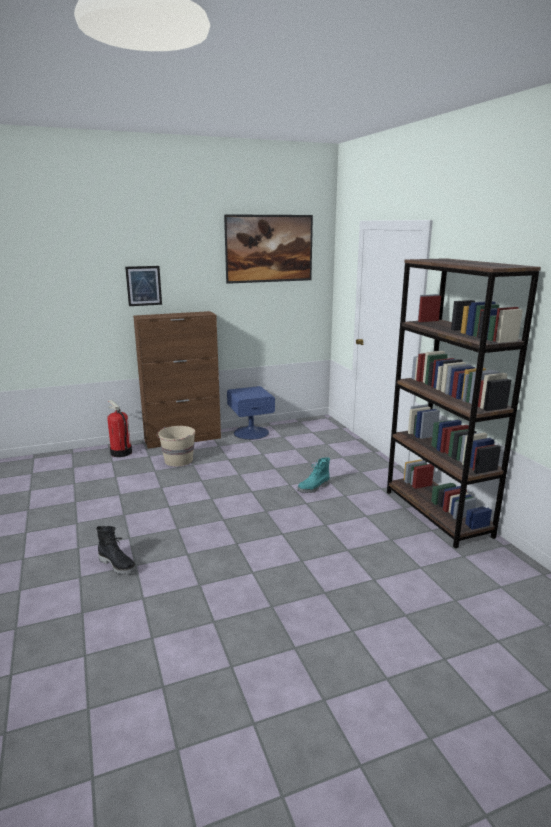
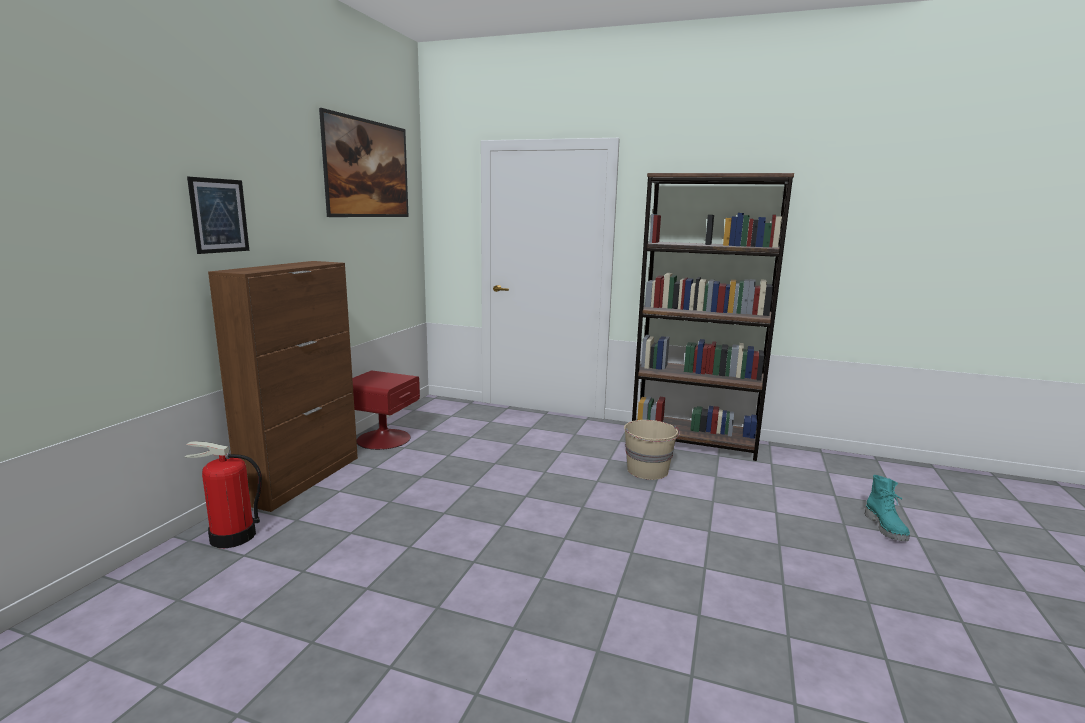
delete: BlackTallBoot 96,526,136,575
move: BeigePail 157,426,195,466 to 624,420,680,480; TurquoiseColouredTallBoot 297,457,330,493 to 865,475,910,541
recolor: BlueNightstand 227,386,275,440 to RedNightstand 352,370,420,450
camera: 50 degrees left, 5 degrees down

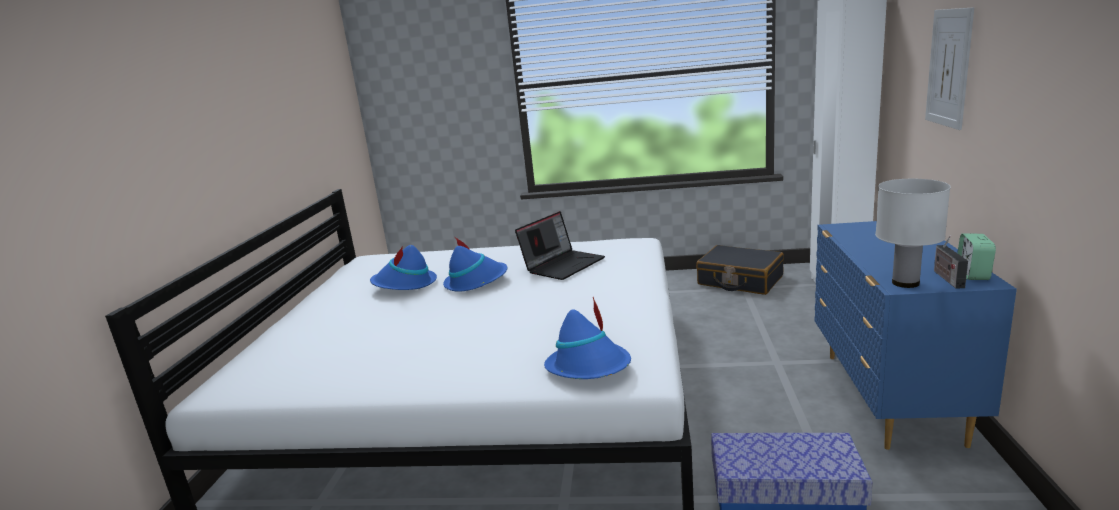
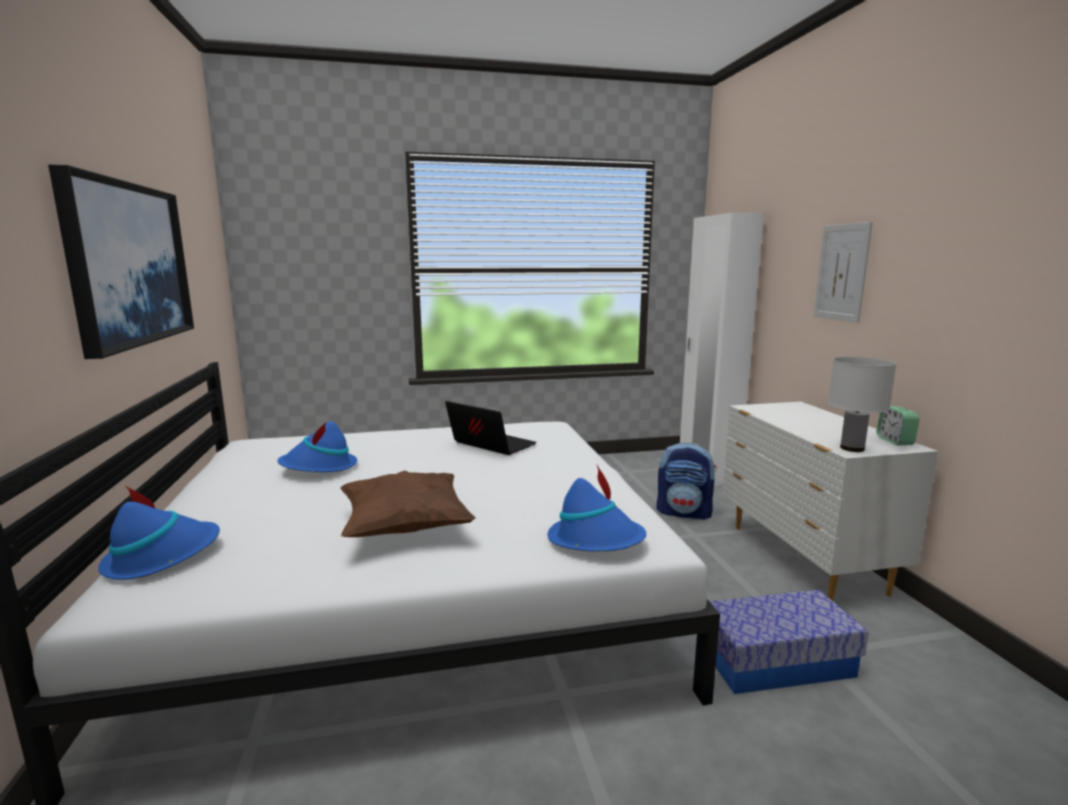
delete: BlackTravelCase 696,245,784,295; RadioSet 934,236,968,289
insert: Picture 48,165,194,359; BrownPillow 340,471,476,537; Backpack 656,443,717,520
move: BlueHat 443,237,508,292 to 98,486,220,580
recolor: BlueDresser 814,221,1017,450 to WhitishDresser 722,402,938,601
rotate: NotebookComputer 515,211,605,280 = 445,401,536,455 75 degrees counterclockwise
camera: 20 degrees left, 5 degrees down

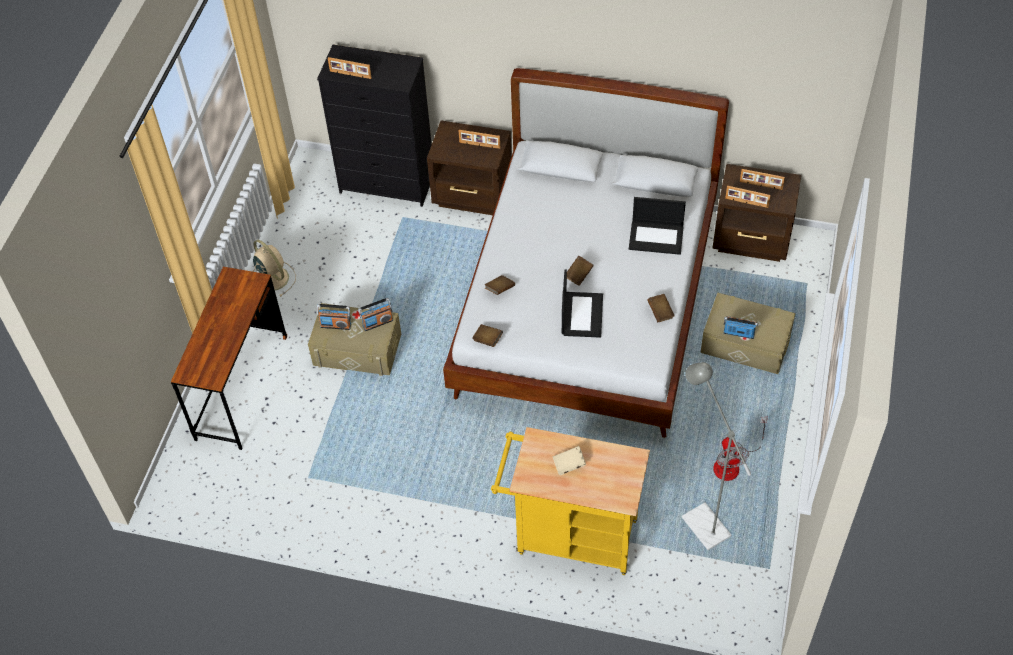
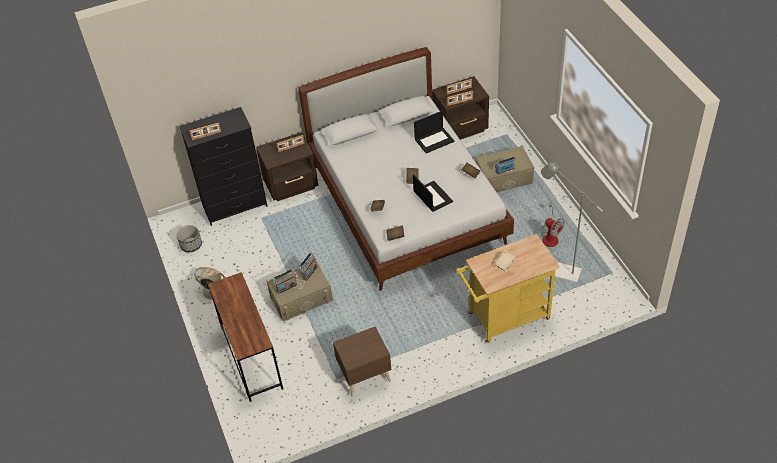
insert: FlowerPot 177,225,202,252; BrownNightstand 333,326,392,397
camera: 35 degrees left, 5 degrees down

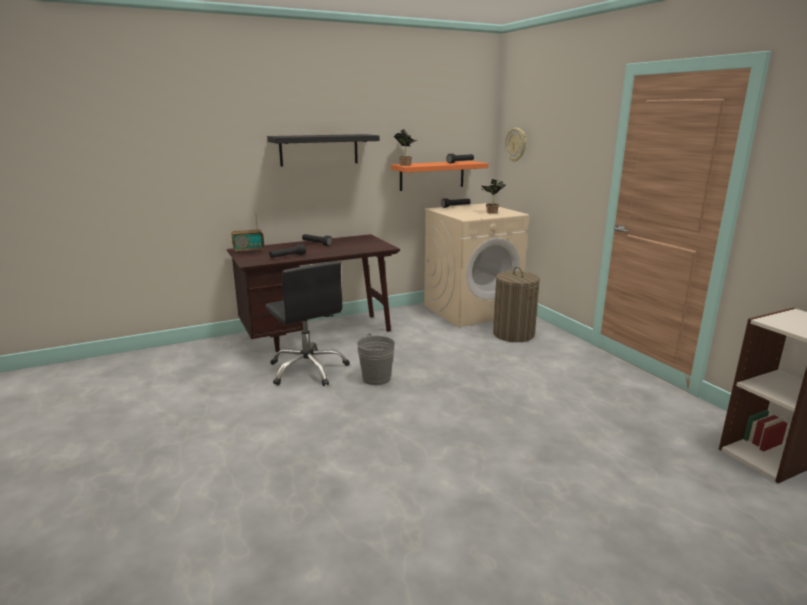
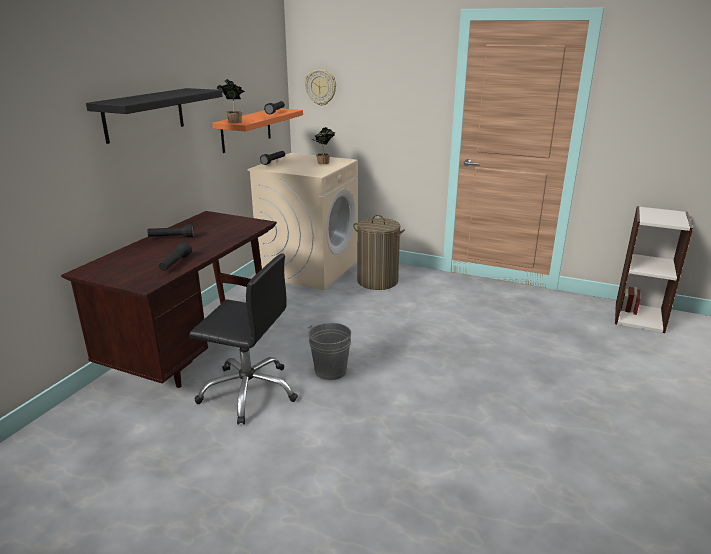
delete: RadioSet 232,213,264,255
camera: 40 degrees left, 5 degrees up

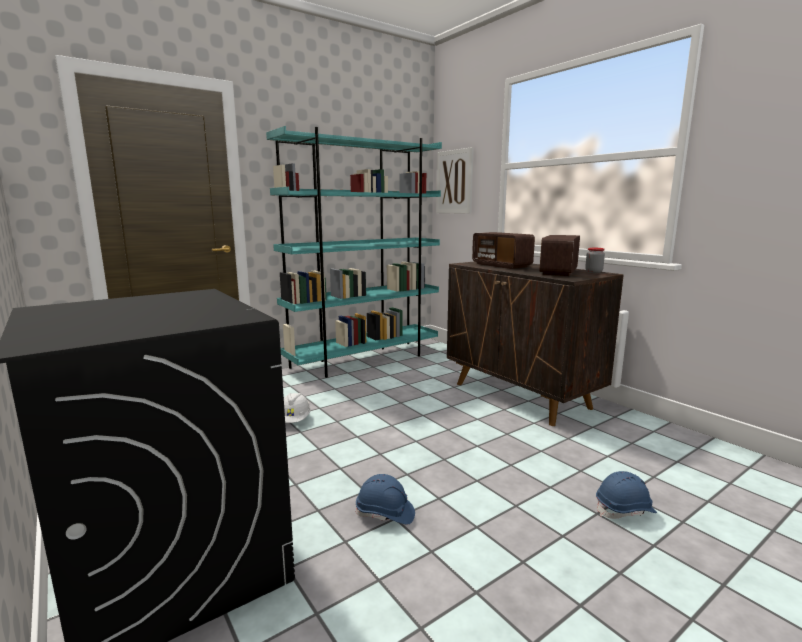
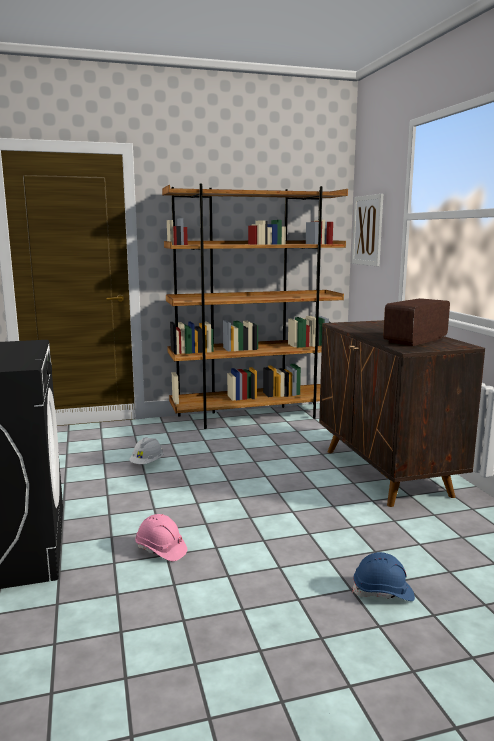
delete: RadioSet 472,232,535,269; PreserveJar 585,248,605,273
recolor: BlueWorkHelmet 356,474,415,525 to PinkWorkHelmet 135,514,187,561; TurquoiseColouredShelvingUnit 266,126,442,378 to BrownShelvingUnit 162,184,348,429
camera: 20 degrees right, 0 degrees up

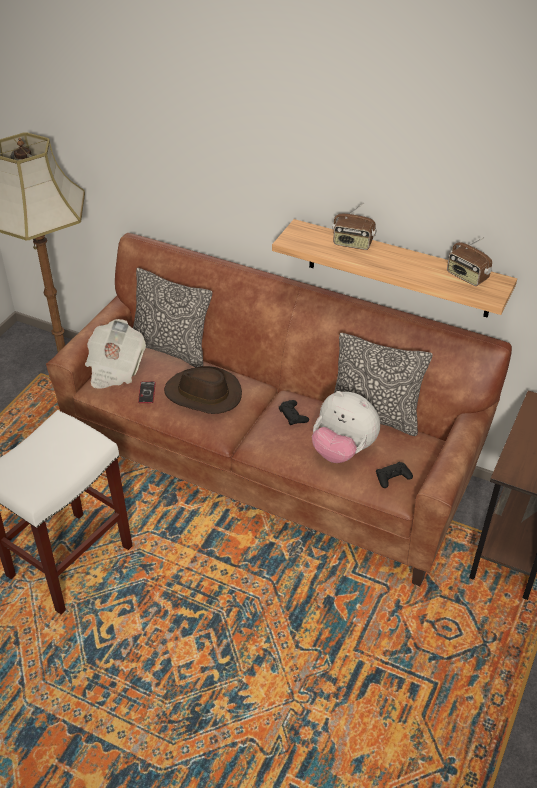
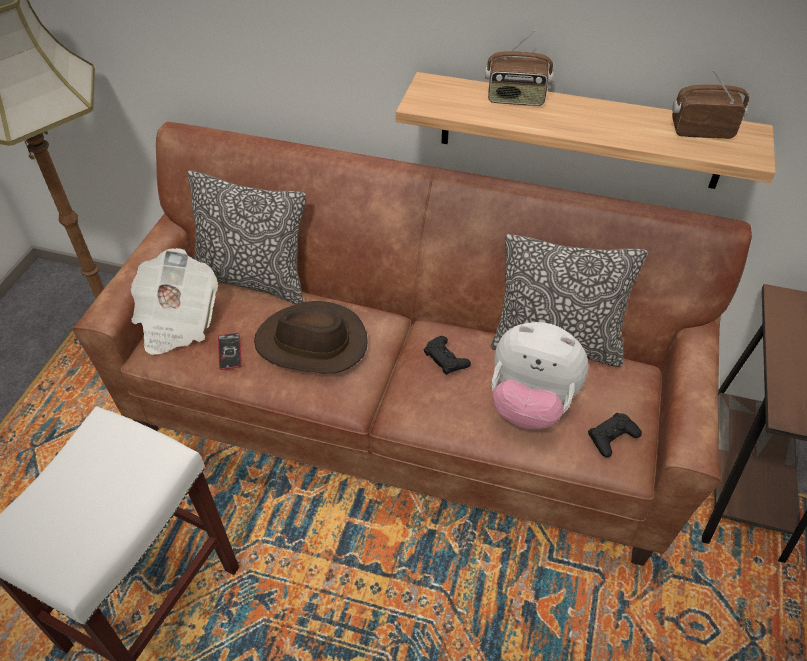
rotate: RadioSet 447,237,492,286 = 672,70,749,139 150 degrees clockwise
camera: 10 degrees left, 5 degrees up

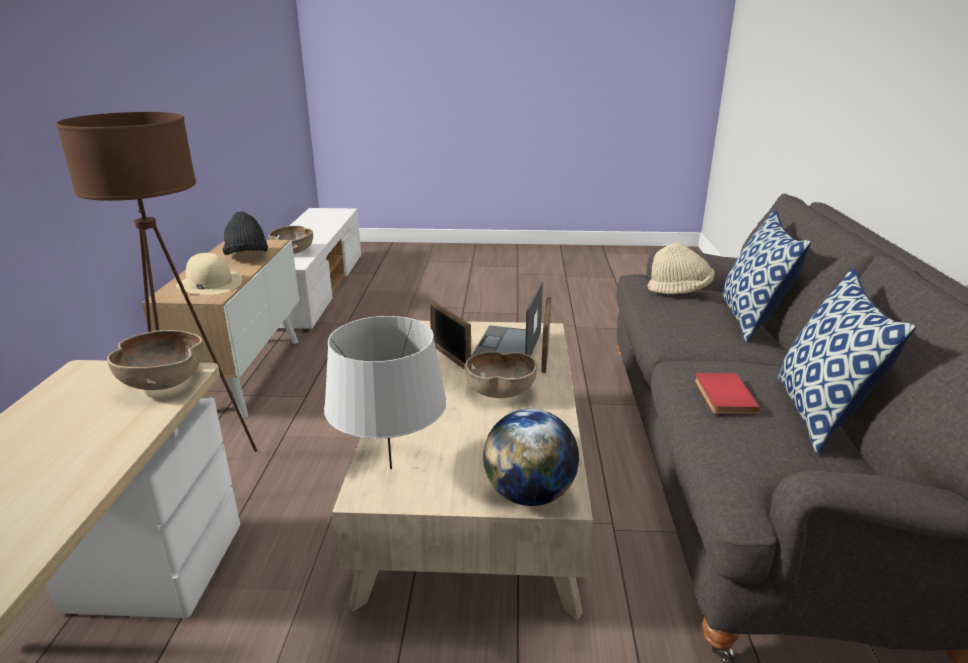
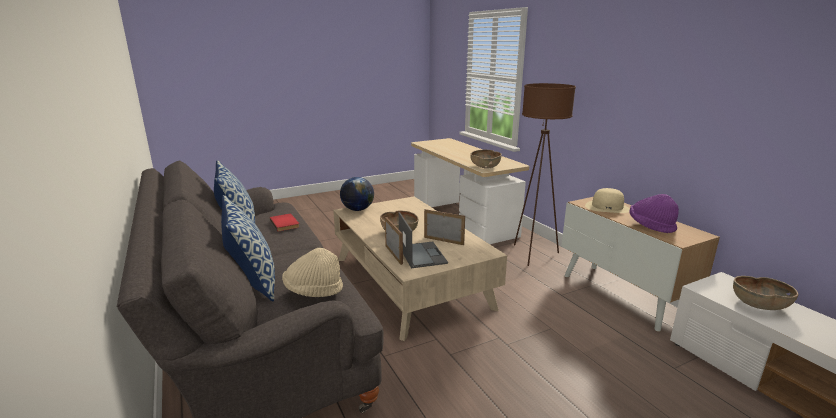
delete: GrayTabletopLamp 324,316,447,469
recolor: BlackHat 223,211,268,255 to PurpleHat 629,194,679,233
camera: 150 degrees right, 5 degrees down

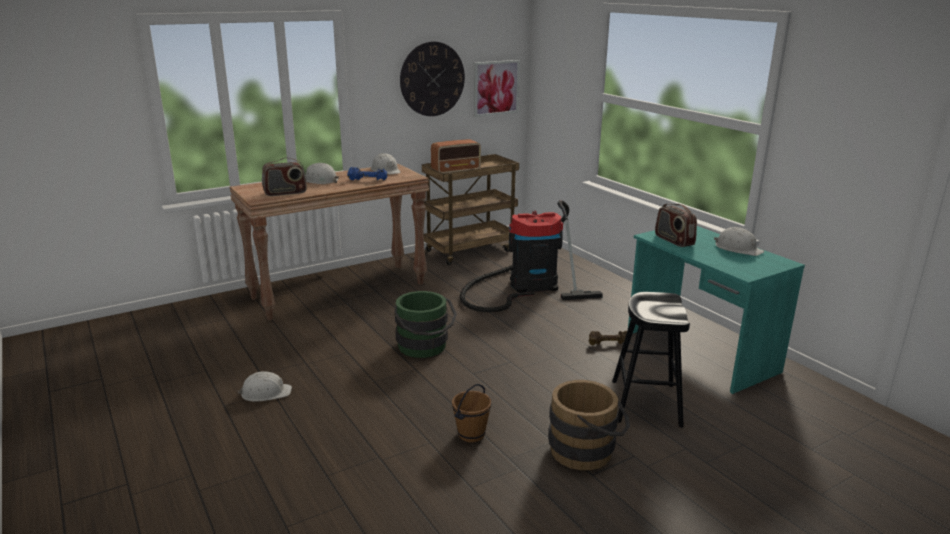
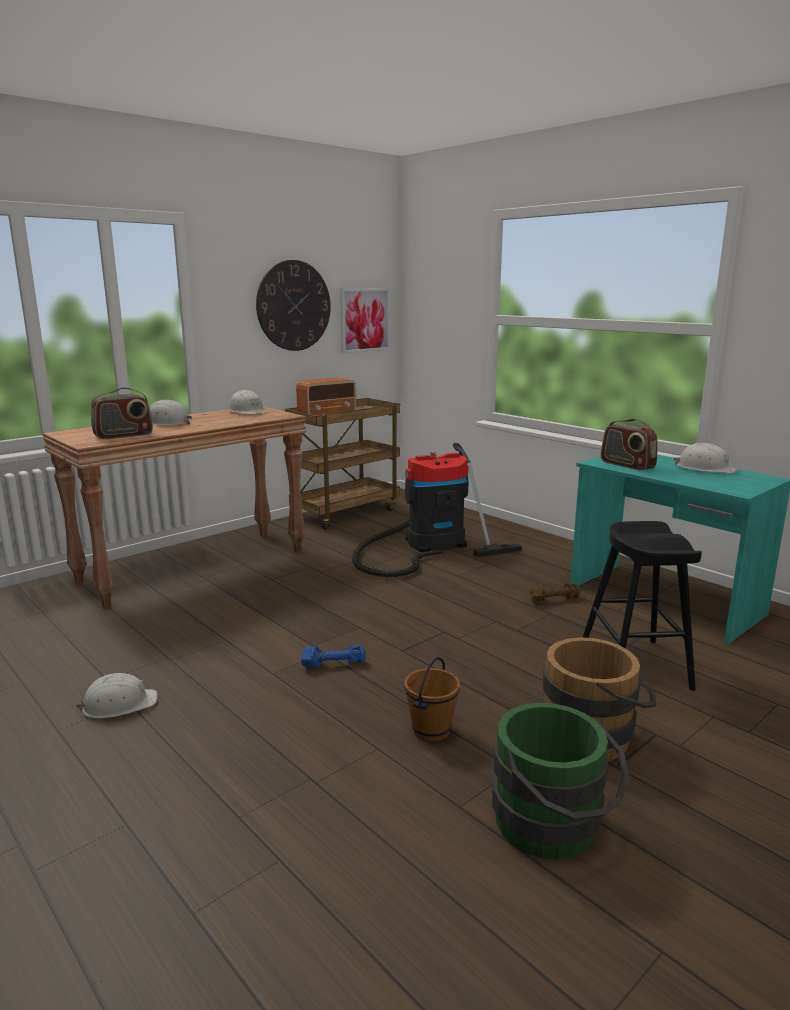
move: BlueDumbbell 347,167,388,180 to 301,644,366,668; GreenPail 394,291,457,358 to 492,703,630,859
camera: 10 degrees left, 5 degrees down

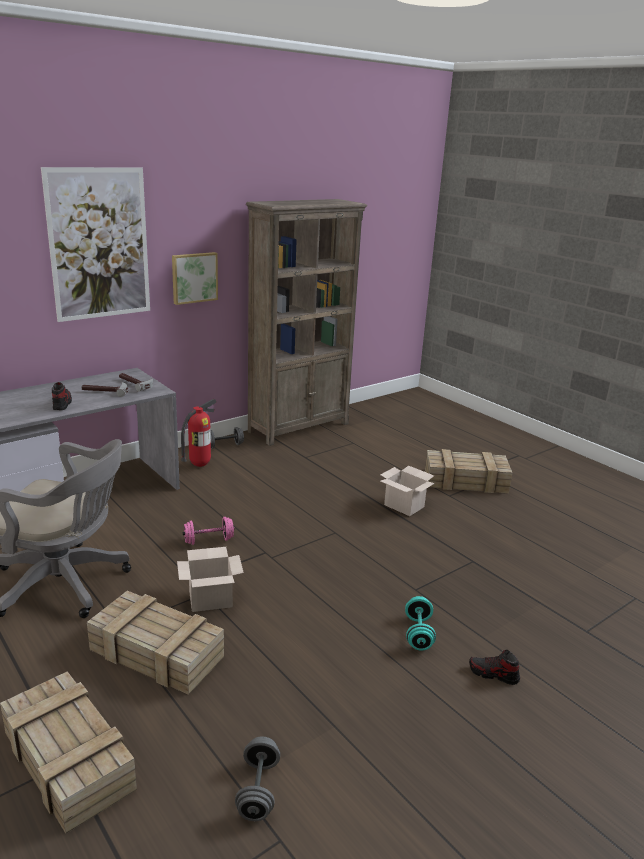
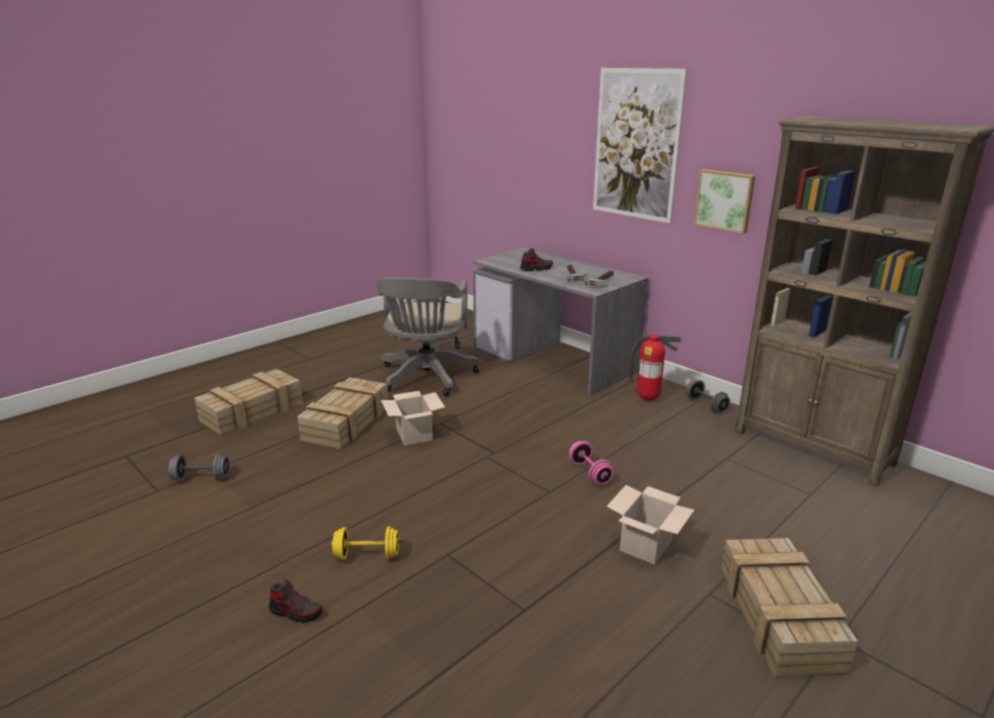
move: PinkDumbbell 183,517,235,545 to 569,441,614,485
recolor: TurquoiseColouredDumbbell 405,596,436,651 to YellowColouredDumbbell 332,527,401,560
rotate: Shoe 469,650,520,685 = 269,579,323,623 90 degrees clockwise
camera: 85 degrees right, 0 degrees up

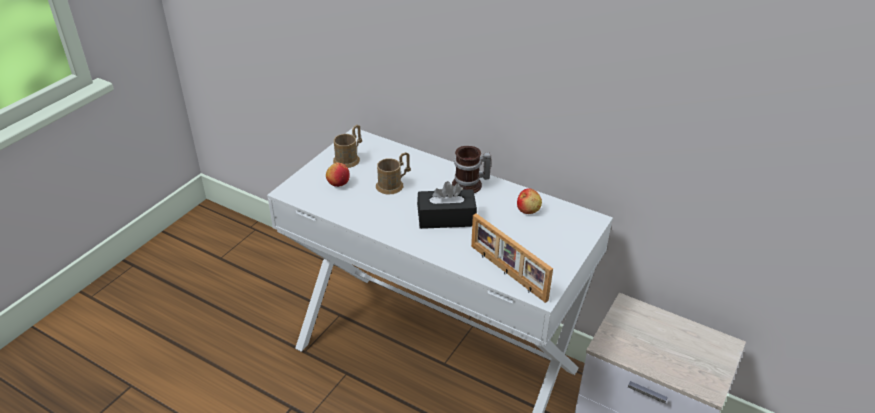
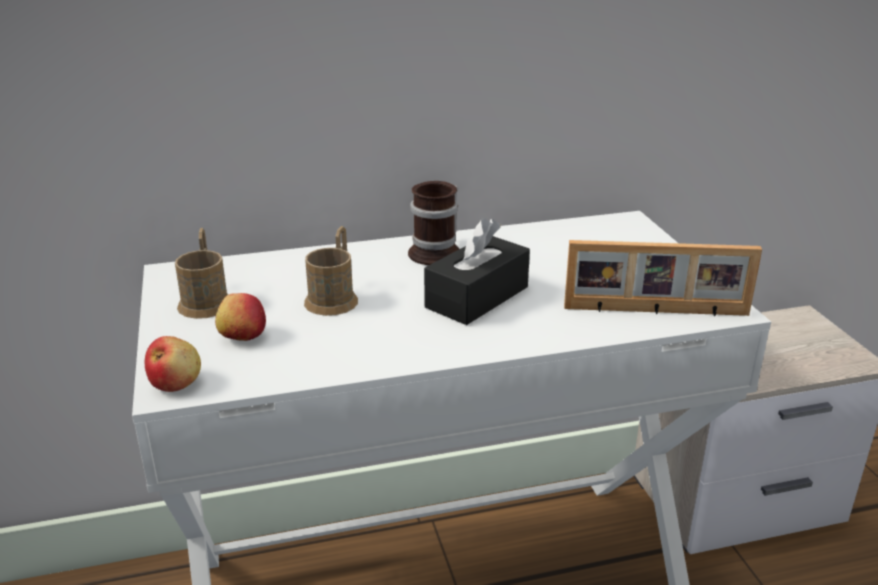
move: Apple 517,188,542,214 to 145,336,201,392
camera: 45 degrees left, 10 degrees down

